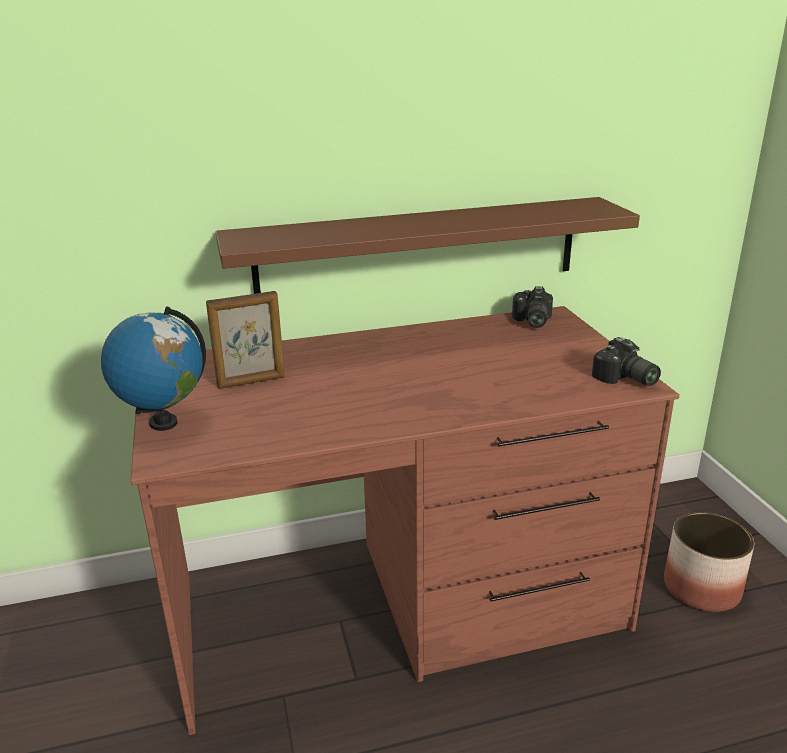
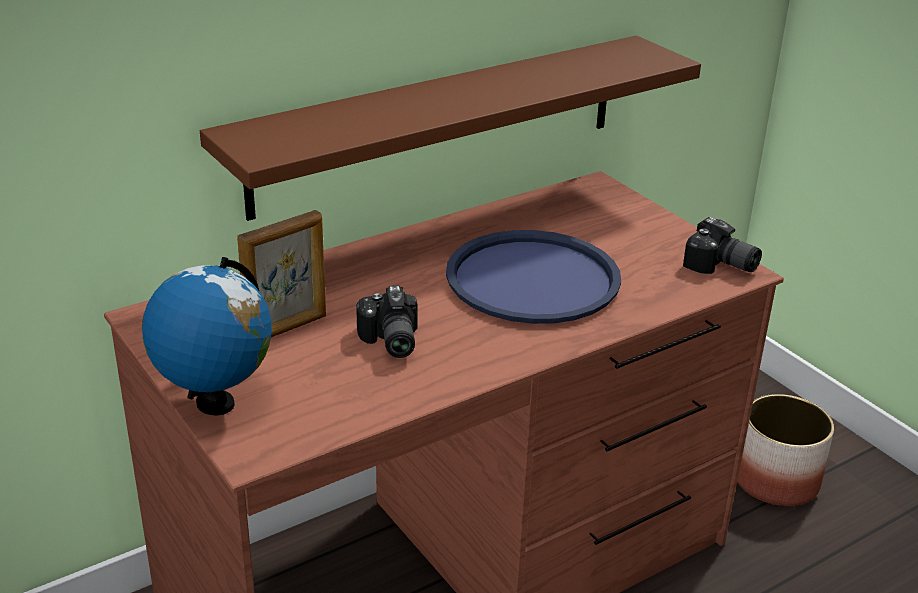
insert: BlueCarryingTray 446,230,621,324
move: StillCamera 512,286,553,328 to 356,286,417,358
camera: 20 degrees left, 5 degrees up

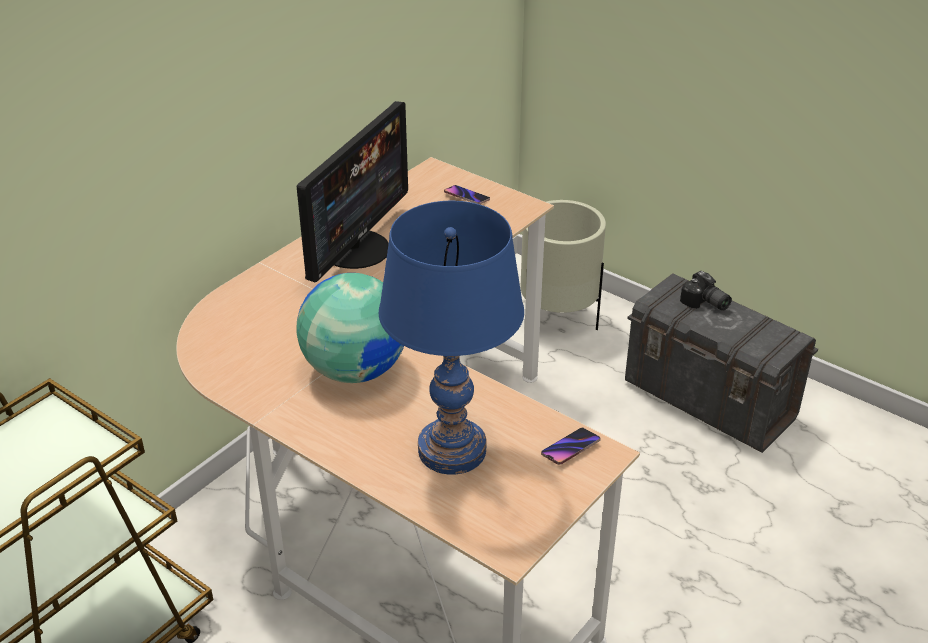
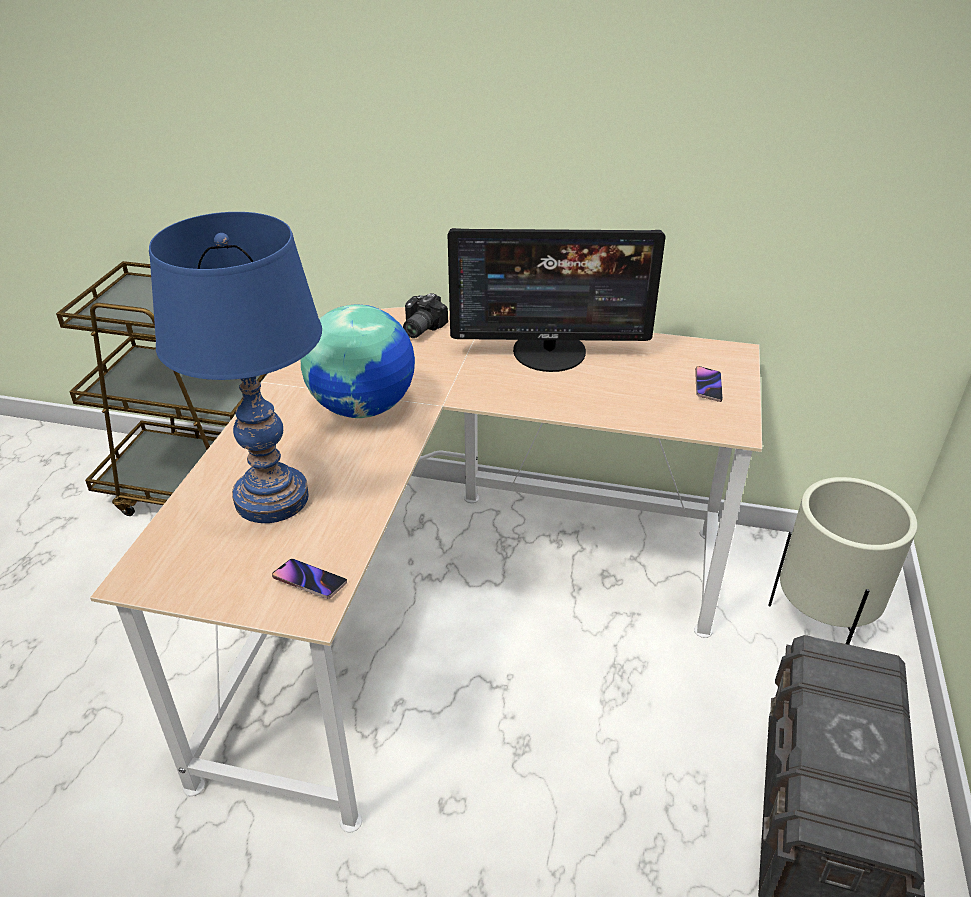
move: StillCamera 680,271,732,311 to 403,293,448,338
camera: 65 degrees right, 0 degrees up

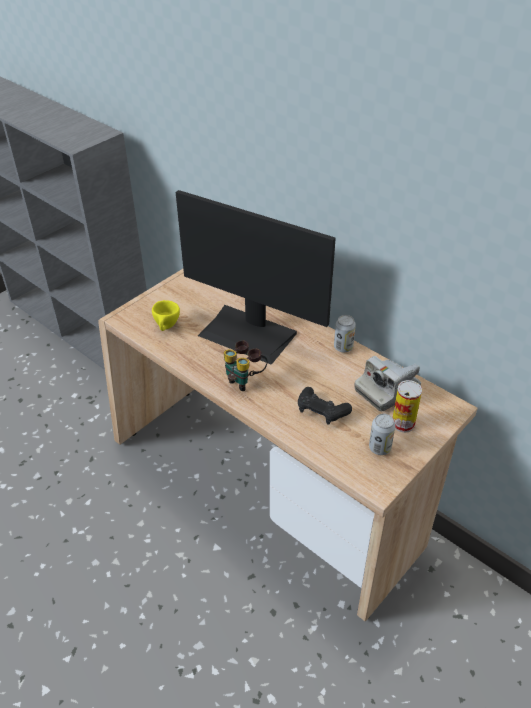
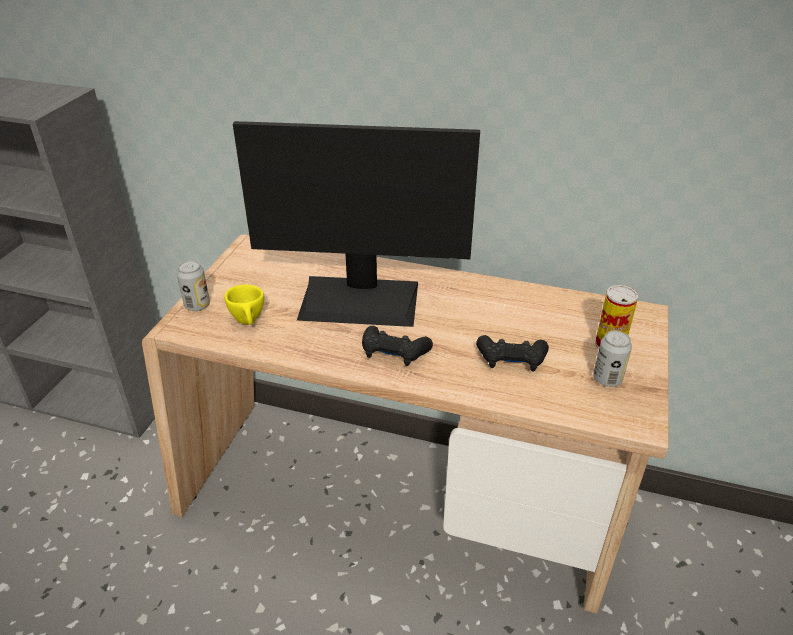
delete: StillCamera 354,356,421,411
move: Can 334,315,356,352 to 177,260,210,311
replace: Binoculars 224,340,267,391 to BlackGamepad 362,326,433,366
camera: 25 degrees left, 5 degrees down

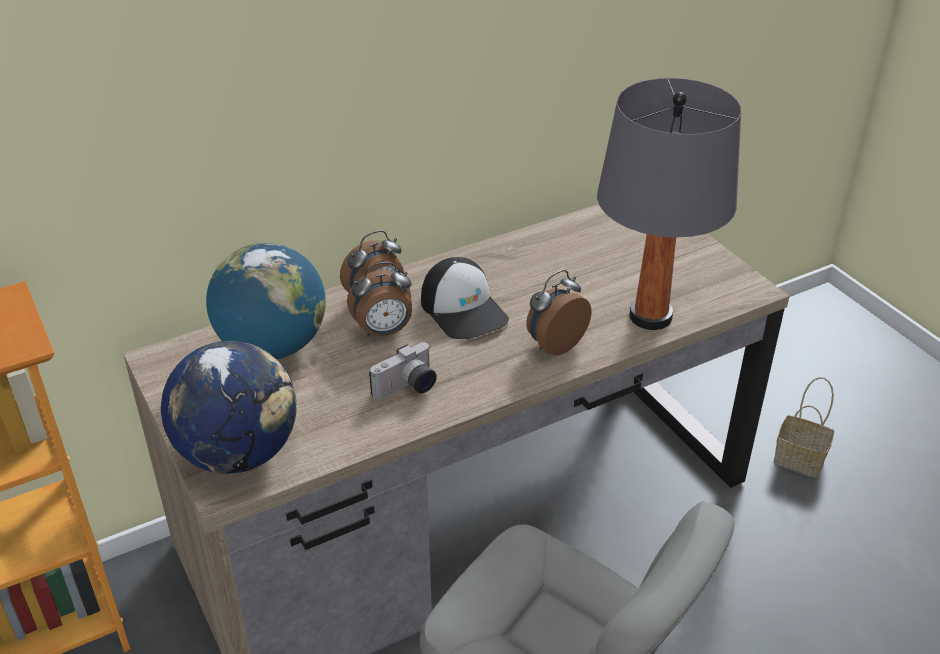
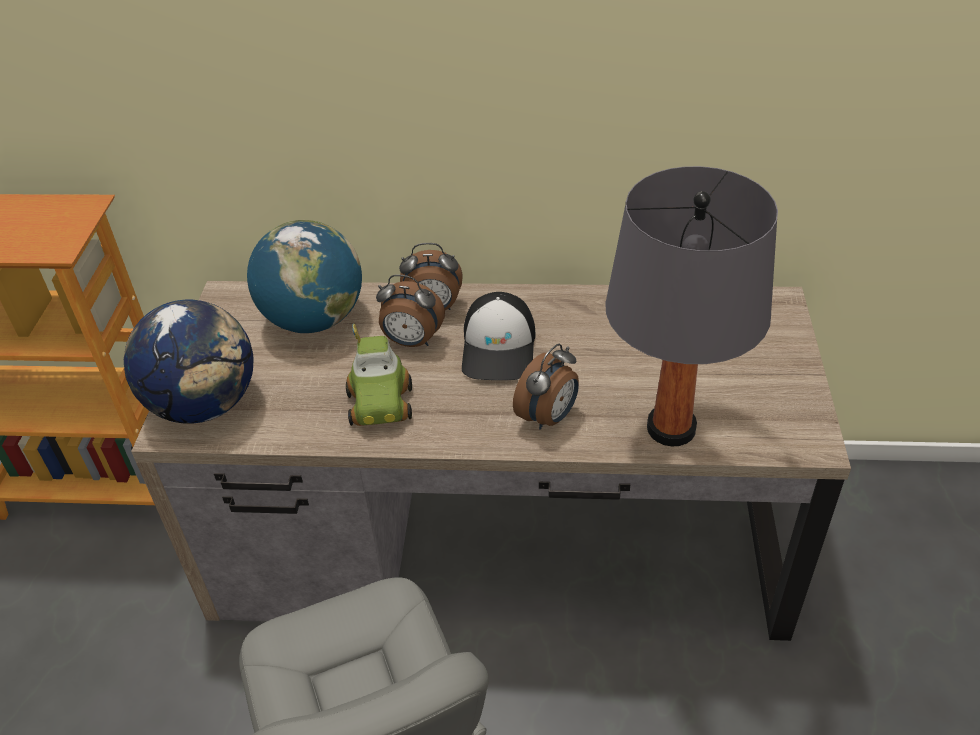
delete: HouseholdBasket 774,377,835,477
replace: StillCamera 369,342,437,399 to ModelCar 346,324,412,426
rotate: TableClock 526,270,592,356 = 513,344,579,430 135 degrees clockwise
camera: 35 degrees right, 5 degrees up

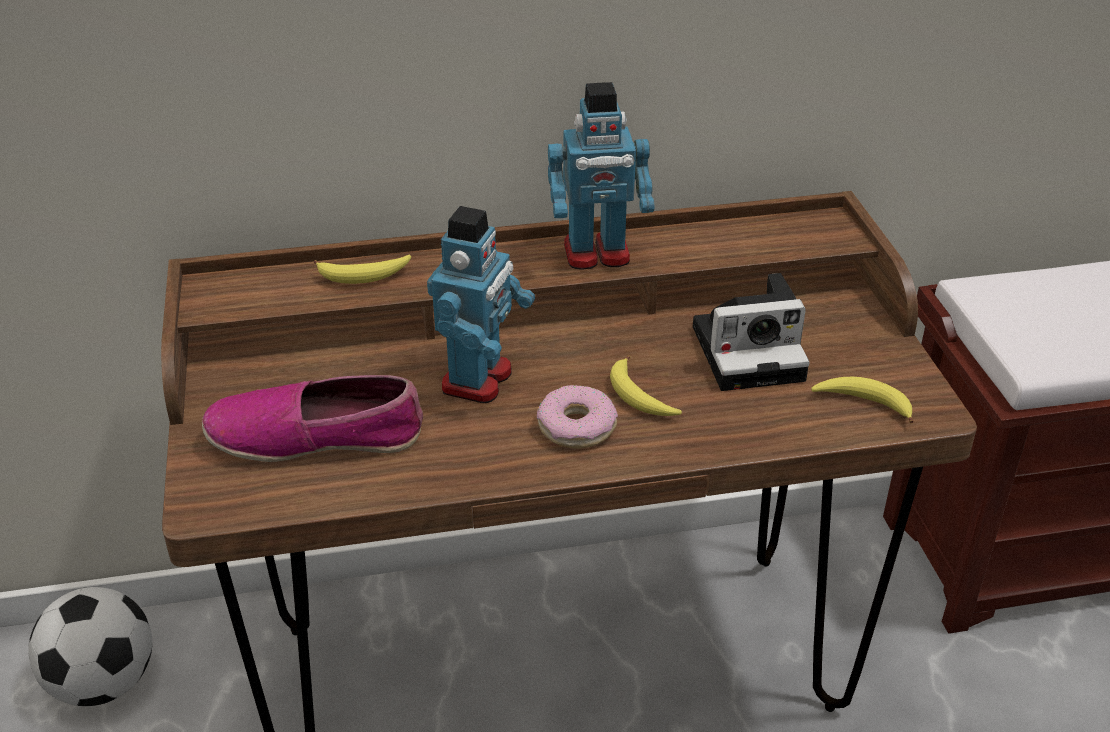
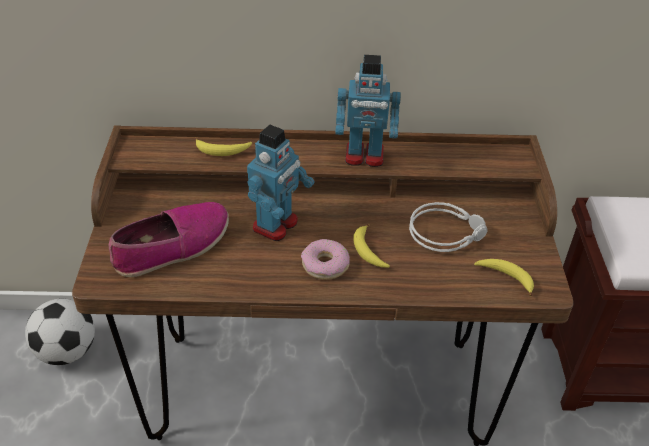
replace: StillCamera 693,273,809,391 to GrayHeadphones 409,202,488,252
rotate: Shoe 202,375,423,462 = 109,202,229,277 135 degrees clockwise
camera: 10 degrees right, 5 degrees up

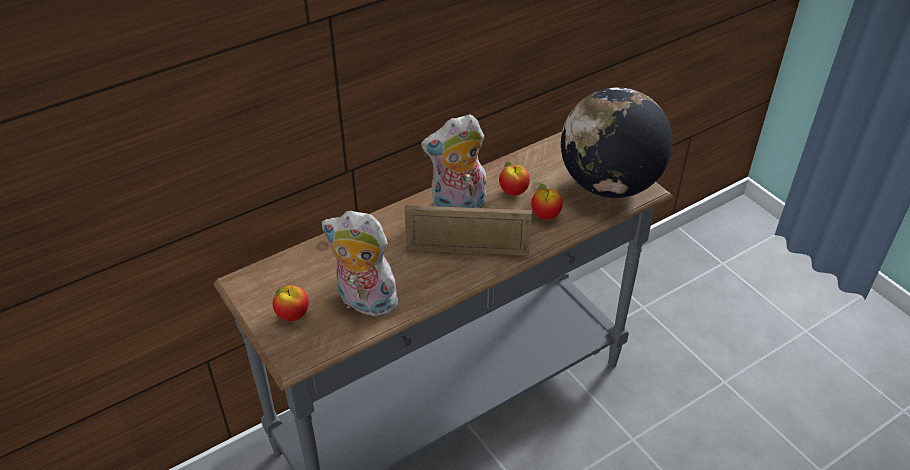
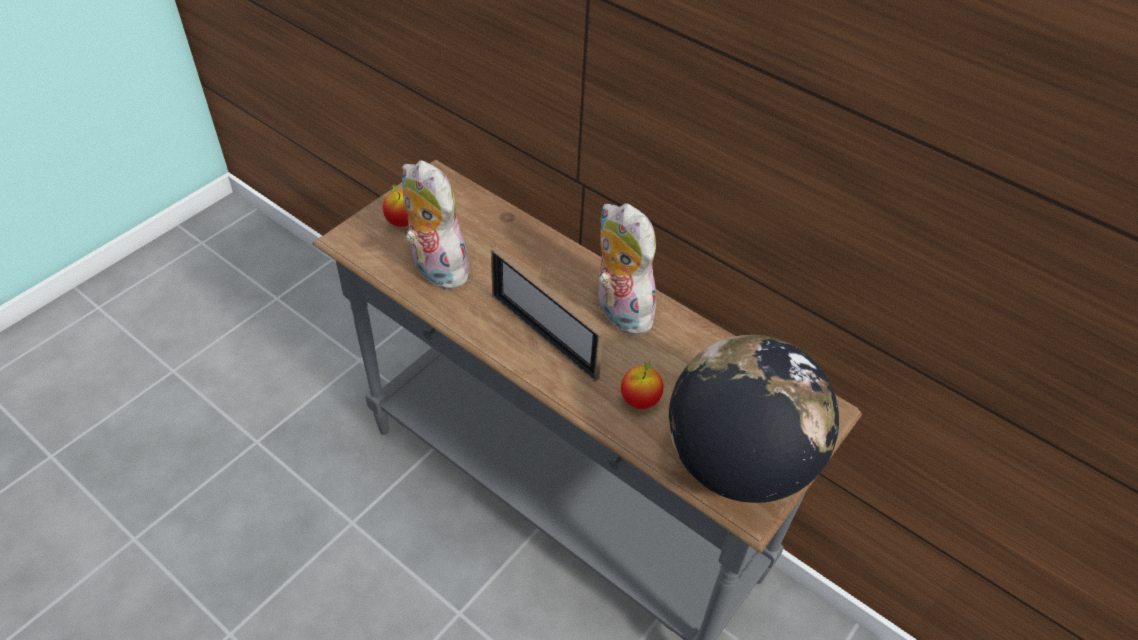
delete: Apple 499,162,530,196
rotate: PlushToy 322,211,403,317 = 402,160,469,289 45 degrees counterclockwise; PhotoFrame 405,205,532,256 = 491,246,604,382 150 degrees clockwise
camera: 70 degrees right, 5 degrees up

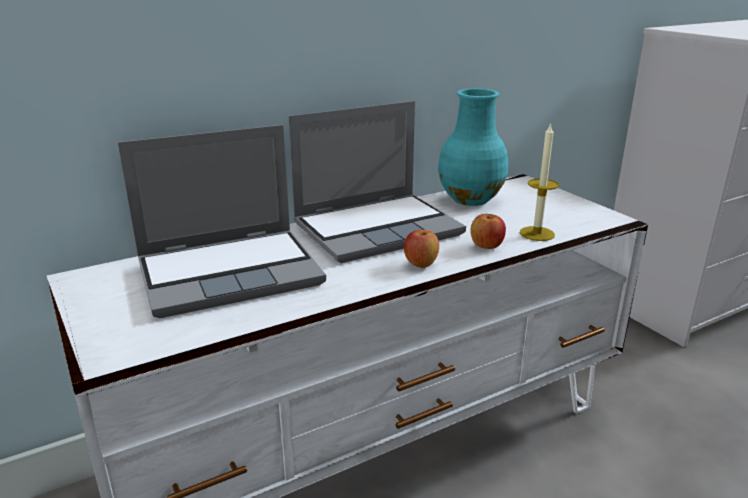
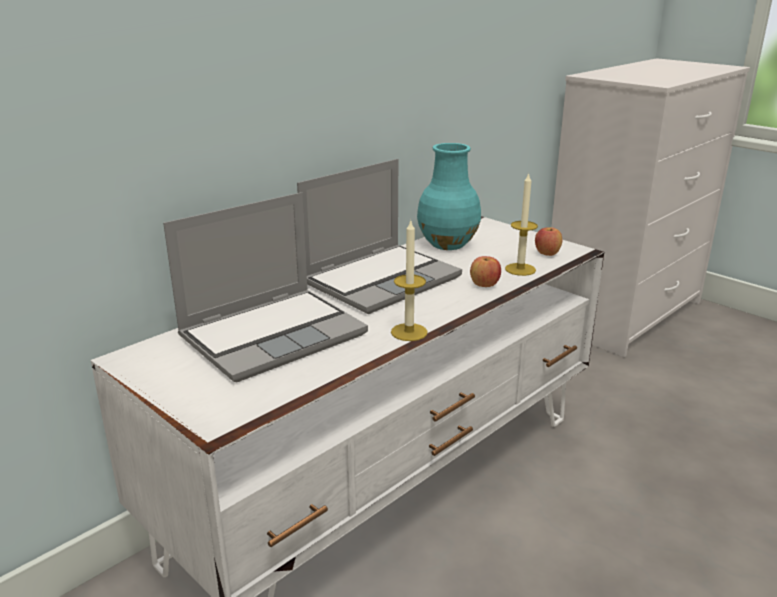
insert: Candle 391,221,428,341
move: Apple 404,230,439,268 to 535,227,562,256
camera: 15 degrees left, 0 degrees up

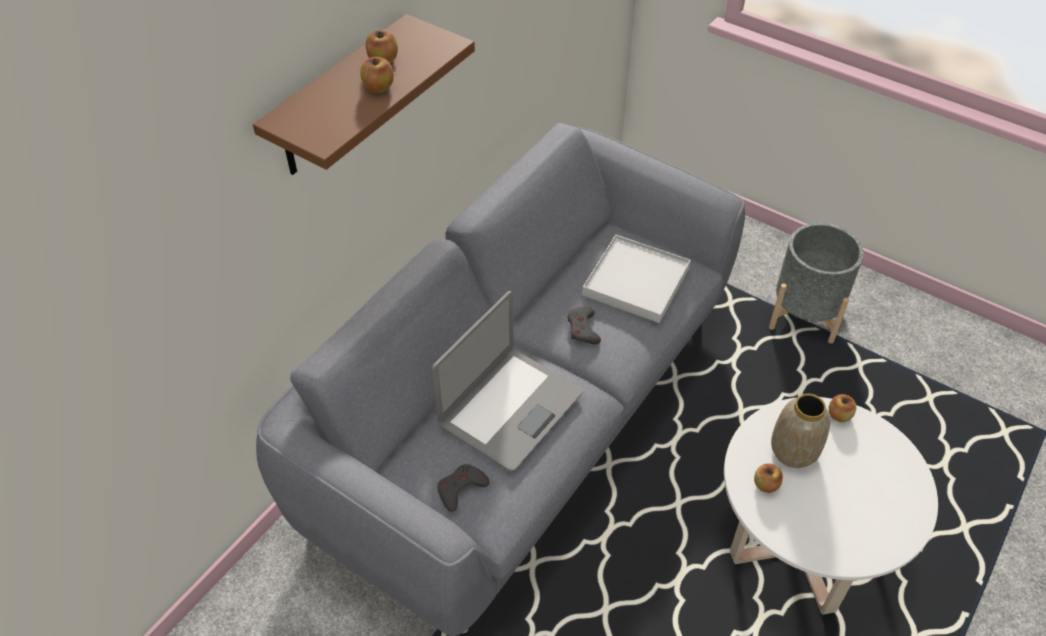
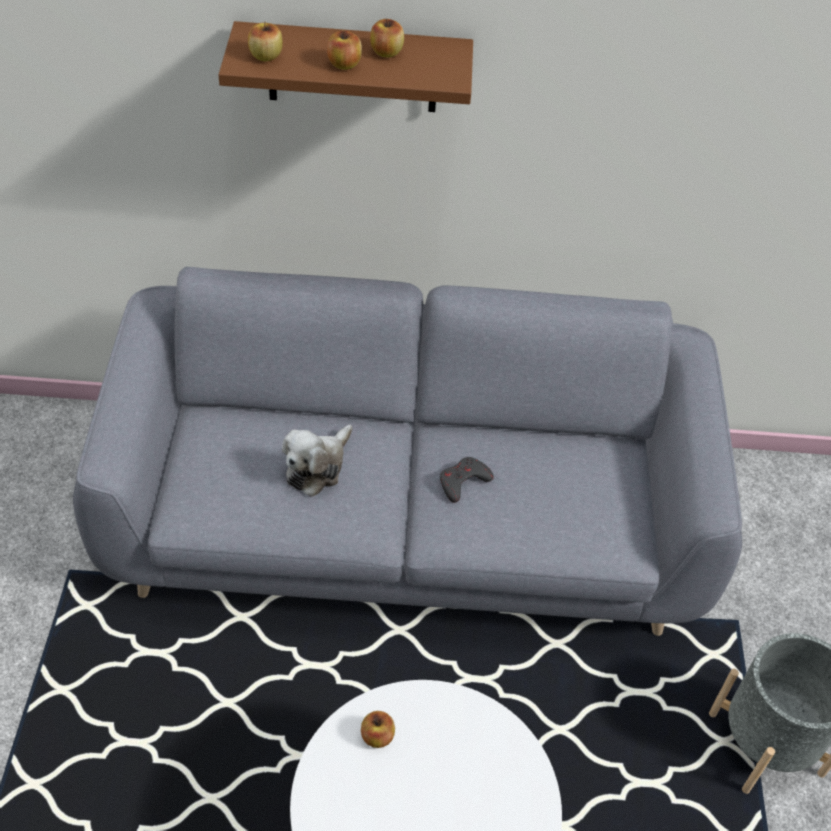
delete: GrayGamepad 438,464,490,512; WhitishCarryingTray 582,235,691,323; Vase 771,394,830,468
move: Apple 829,394,856,422 to 248,22,283,61
replace: NotebookComputer 432,291,583,471 to PlushToy 282,425,352,497
camera: 55 degrees right, 0 degrees up

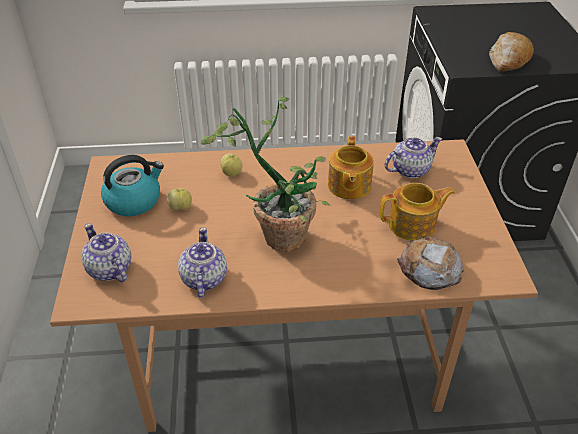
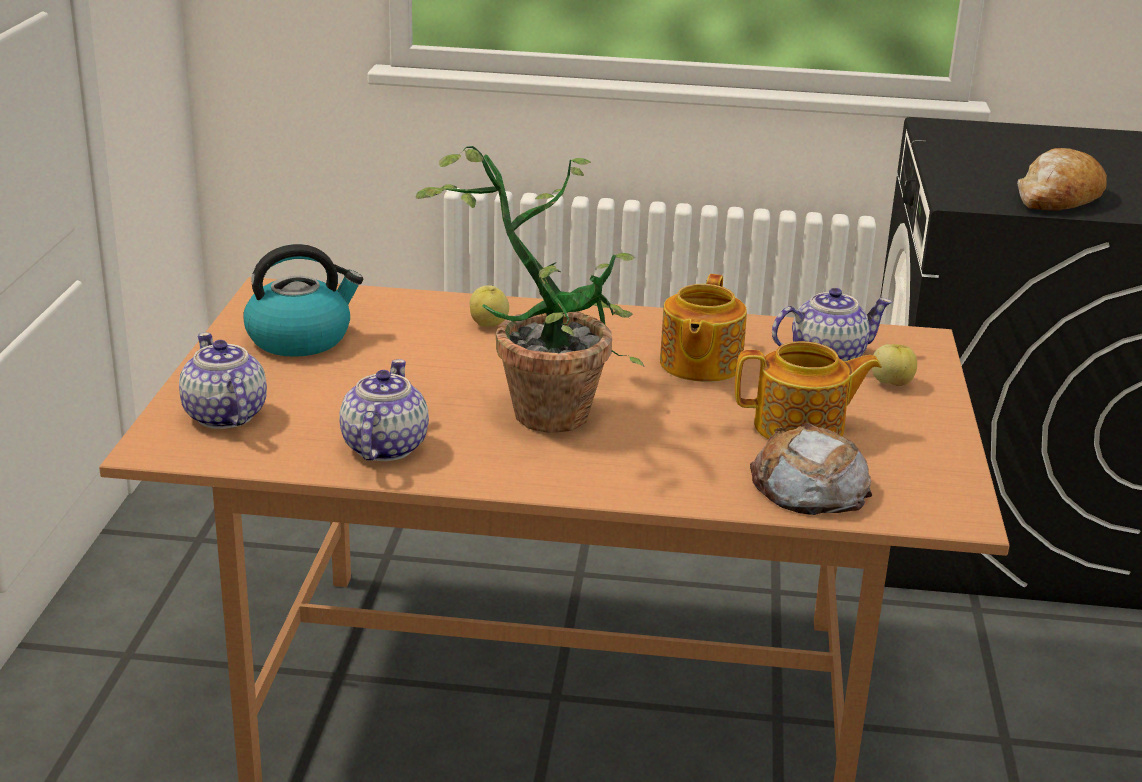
move: Apple 167,188,192,211 to 871,344,917,386
camera: 10 degrees right, 15 degrees down

